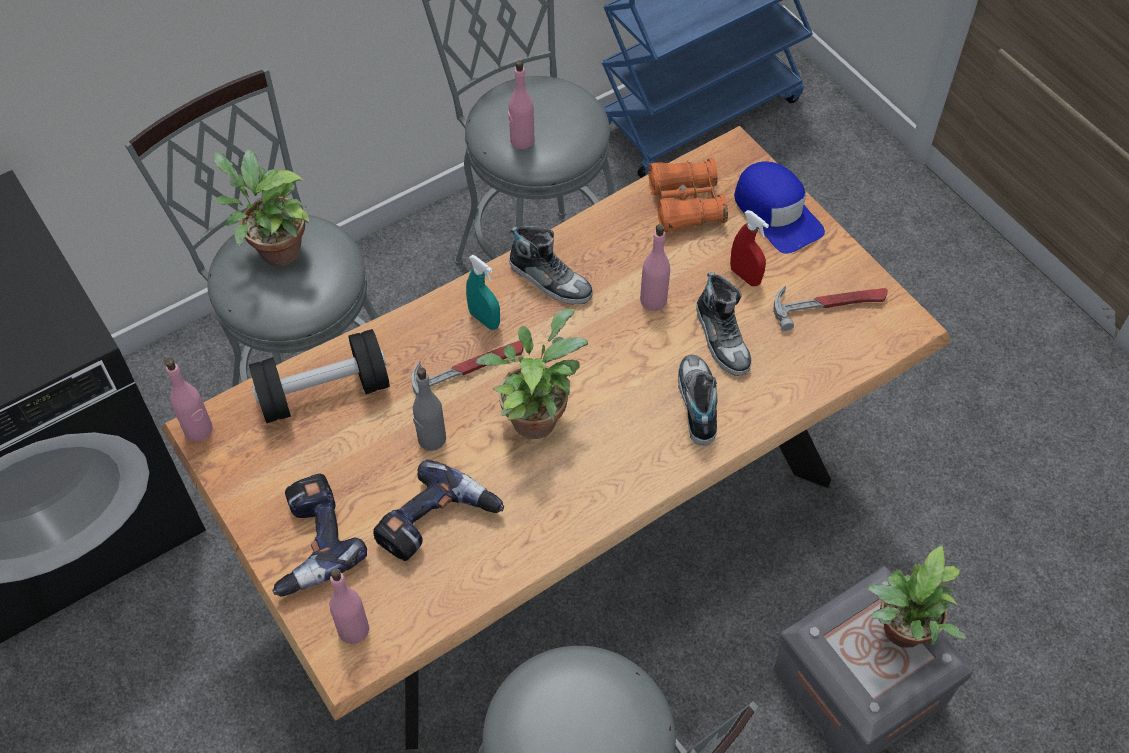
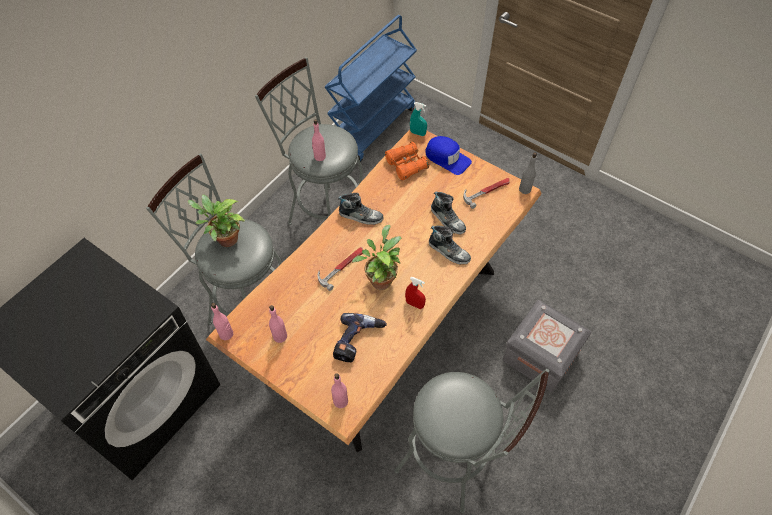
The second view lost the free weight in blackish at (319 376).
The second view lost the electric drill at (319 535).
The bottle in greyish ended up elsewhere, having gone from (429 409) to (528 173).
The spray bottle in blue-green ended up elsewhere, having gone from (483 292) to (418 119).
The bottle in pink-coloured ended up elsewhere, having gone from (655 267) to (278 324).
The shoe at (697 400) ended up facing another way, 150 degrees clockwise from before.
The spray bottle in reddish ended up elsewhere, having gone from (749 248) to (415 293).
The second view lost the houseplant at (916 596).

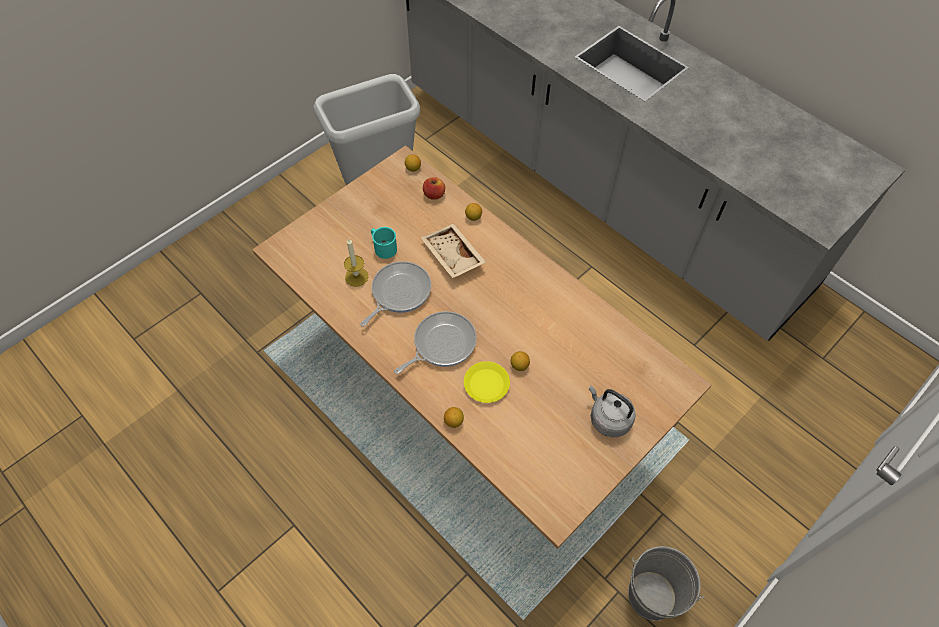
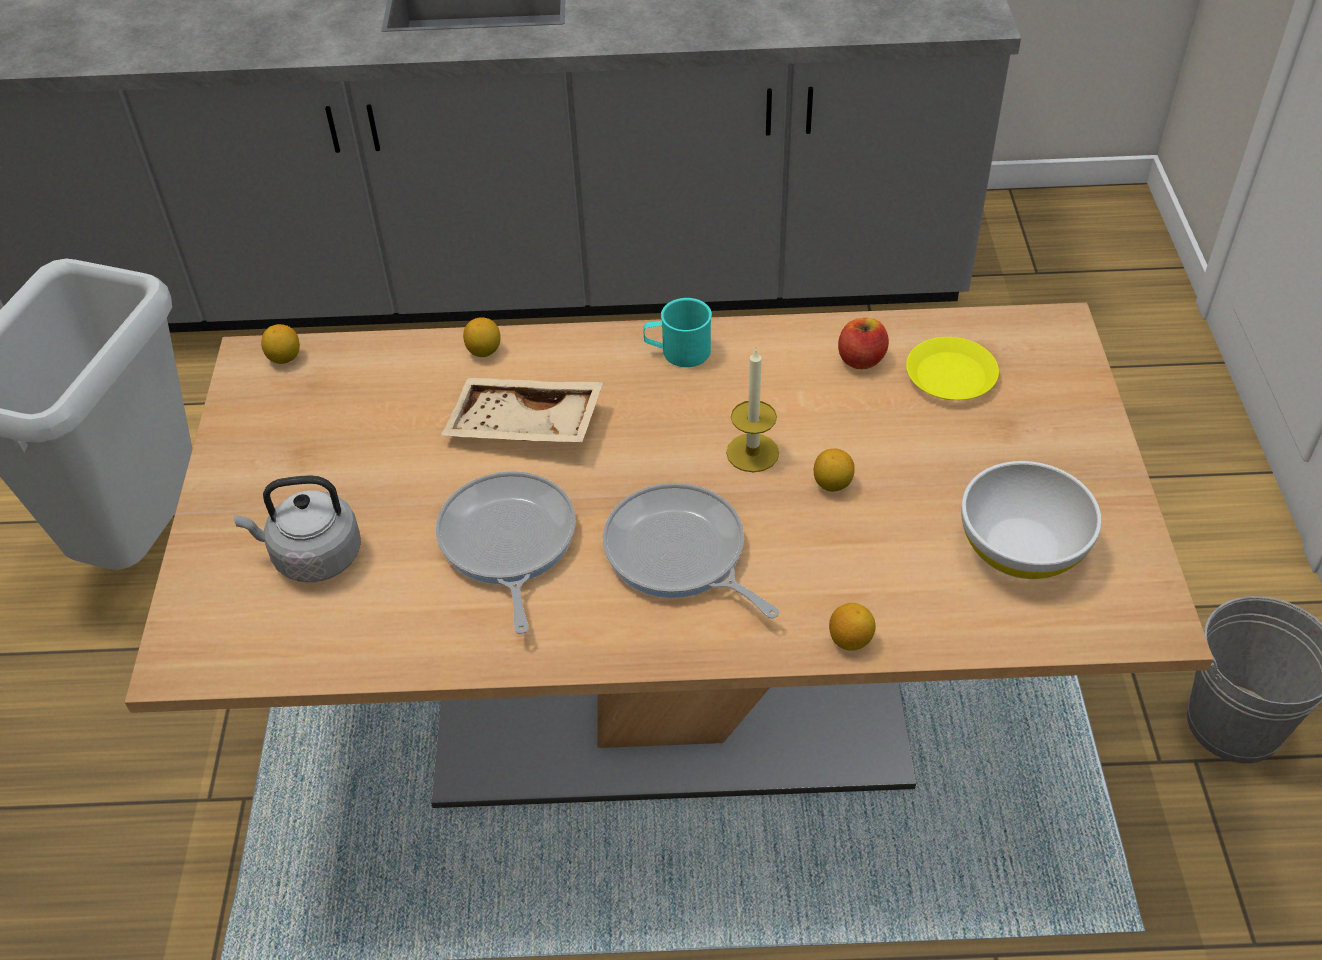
The wax light ended up elsewhere, having gone from (356 263) to (752 410).
The coffee mug in blue-green ended up elsewhere, having gone from (384 243) to (678 332).
The skillet at (435 342) ended up facing another way, 45 degrees counterclockwise from before.
The whole apple ended up elsewhere, having gone from (434 188) to (863 343).
The flat dish in yellow-coloured ended up elsewhere, having gone from (487 382) to (952 368).
The kettle in greyish ended up elsewhere, having gone from (612 411) to (297 529).
The second view gained the bowl in white-coloured at (1031 520).

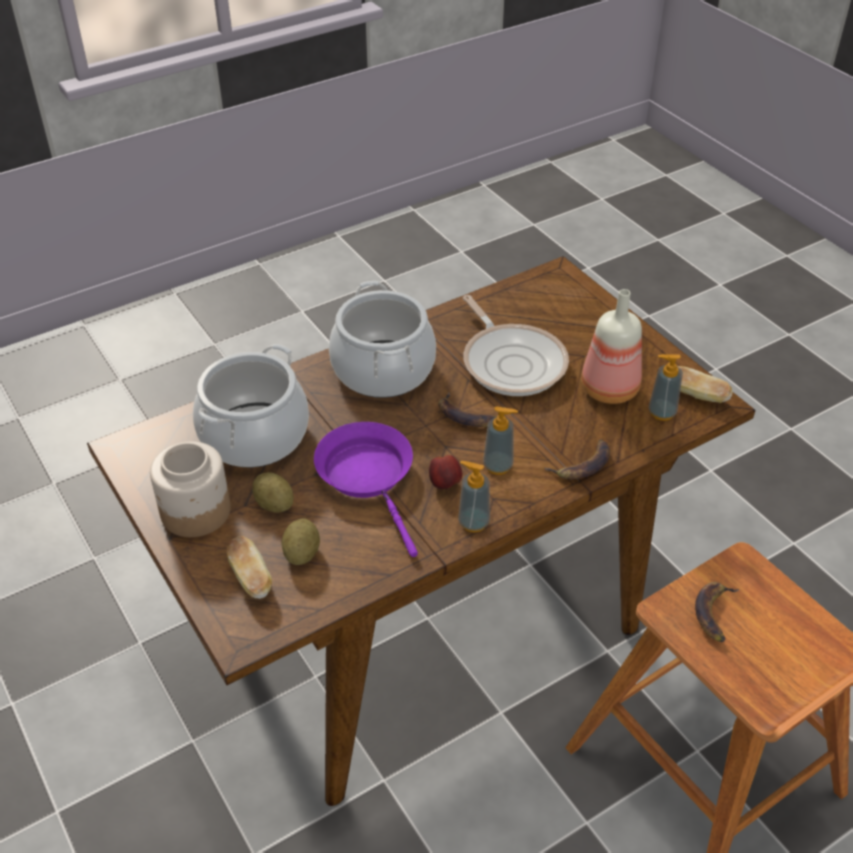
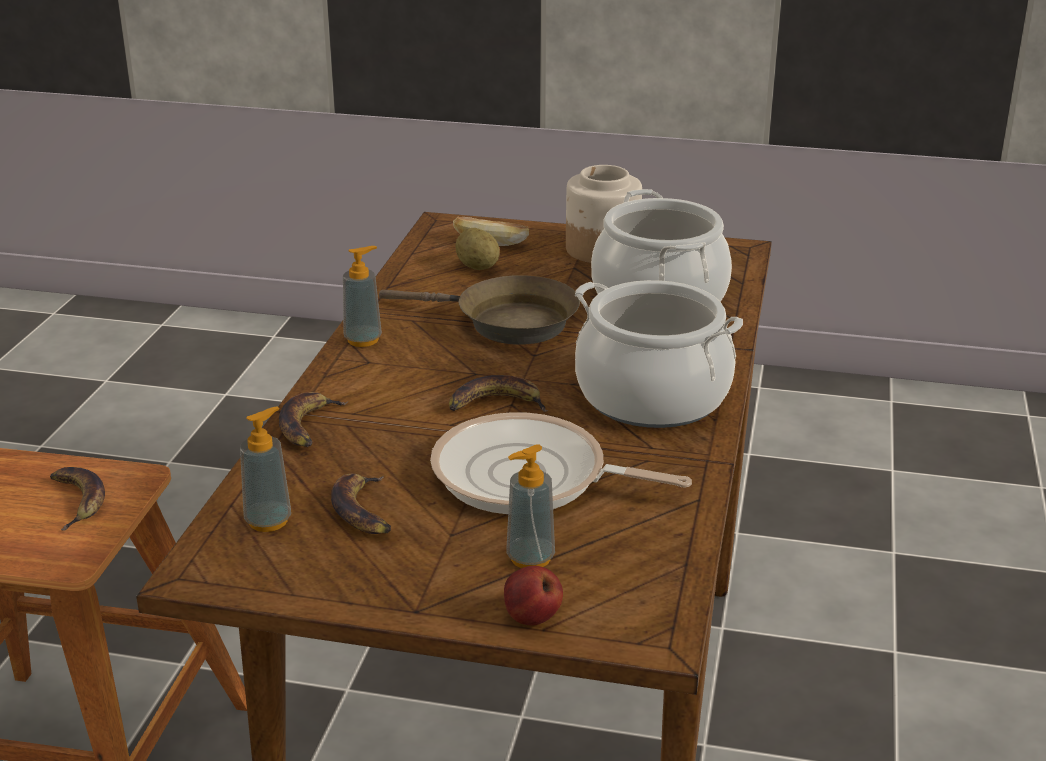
The second view lost the potato at (273 492).
What was the skillet in purplish at (366 489) turned into the skillet in brown-coloured at (479 310).
The whole apple ended up elsewhere, having gone from (445 472) to (533 595).
The soap bottle ended up elsewhere, having gone from (500 440) to (530 506).
Where the bottle stood at (611 346), the banana came to stand at (361 504).
The second view lost the bakery bread at (705 384).

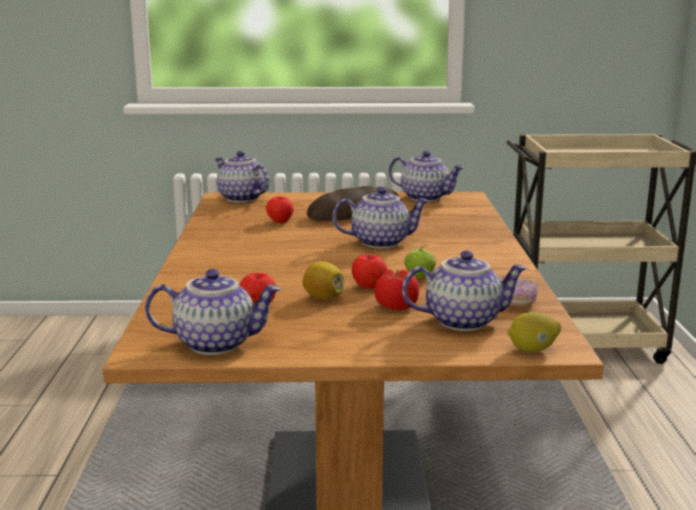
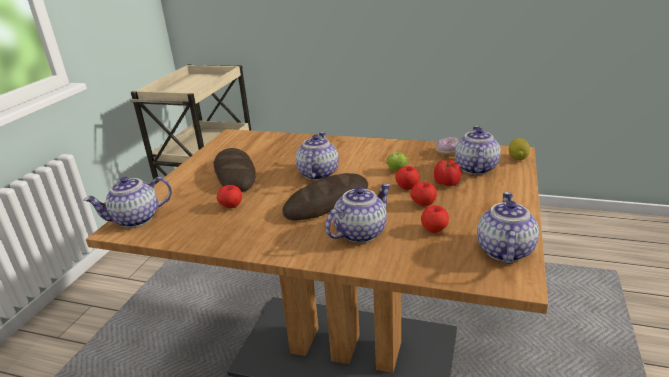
Where the whole lemon stood at (323 280), the whole apple came to stand at (423 194).
The pot for tea ended up elsewhere, having gone from (426 176) to (358 213).
The second view gained the bakery bread at (325 197).

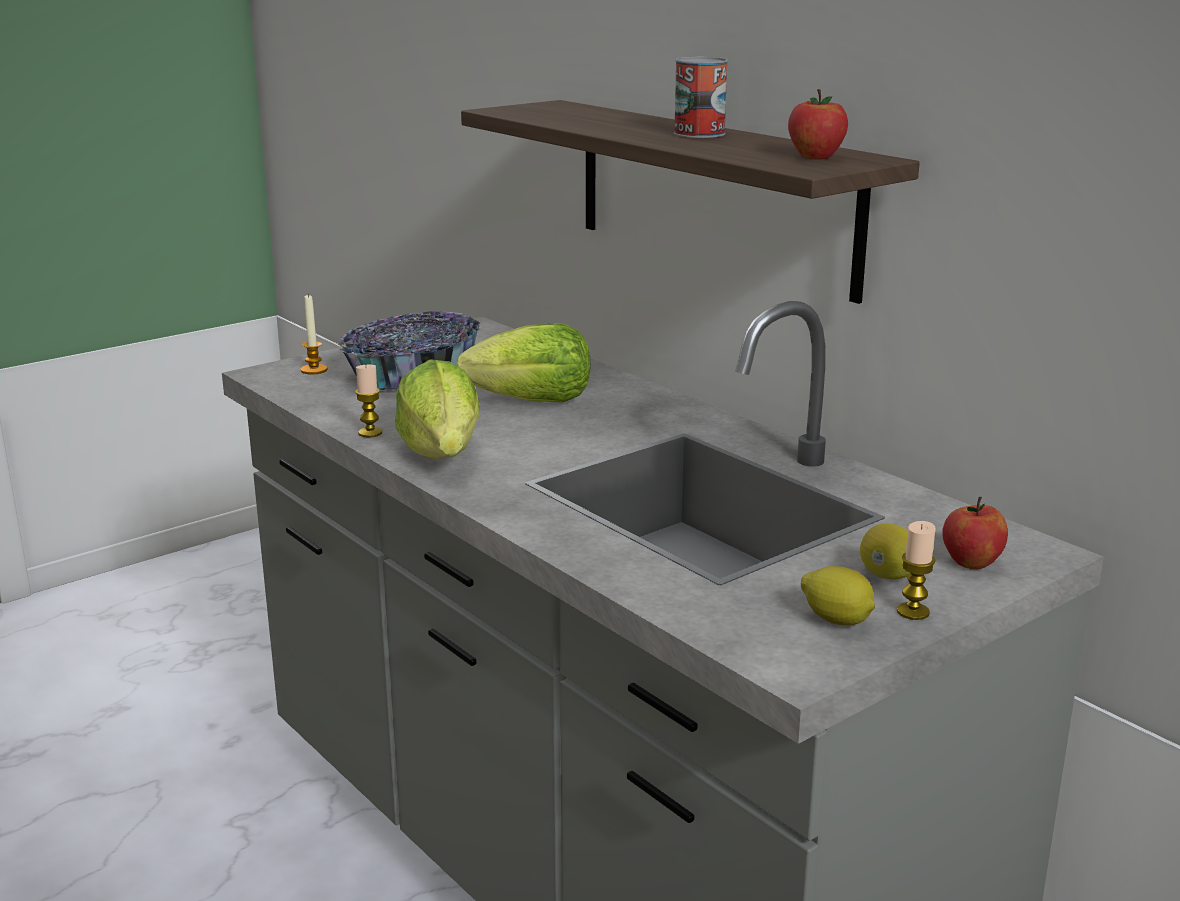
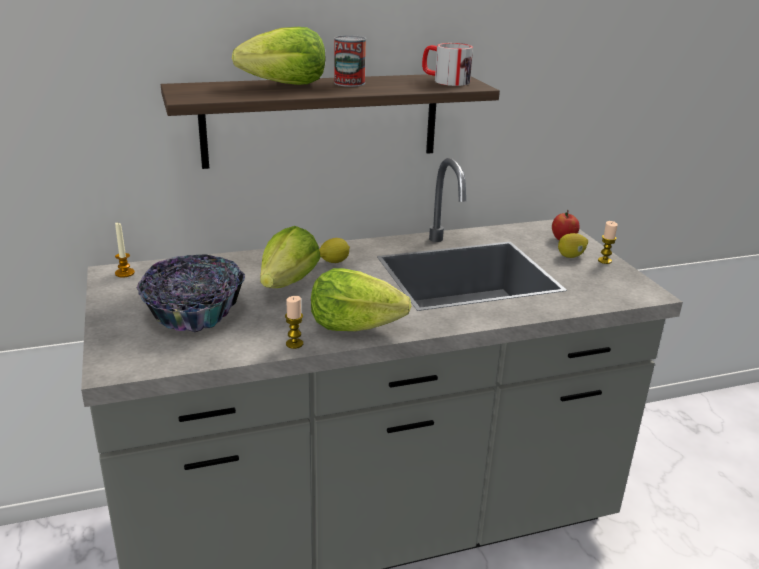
The wax light ended up elsewhere, having gone from (314 335) to (125 250).
Where the whole apple stood at (818 124), the coffee mug came to stand at (447 64).
The whole lemon ended up elsewhere, having gone from (838 595) to (334 250).
The second view gained the head of lettuce at (278 56).

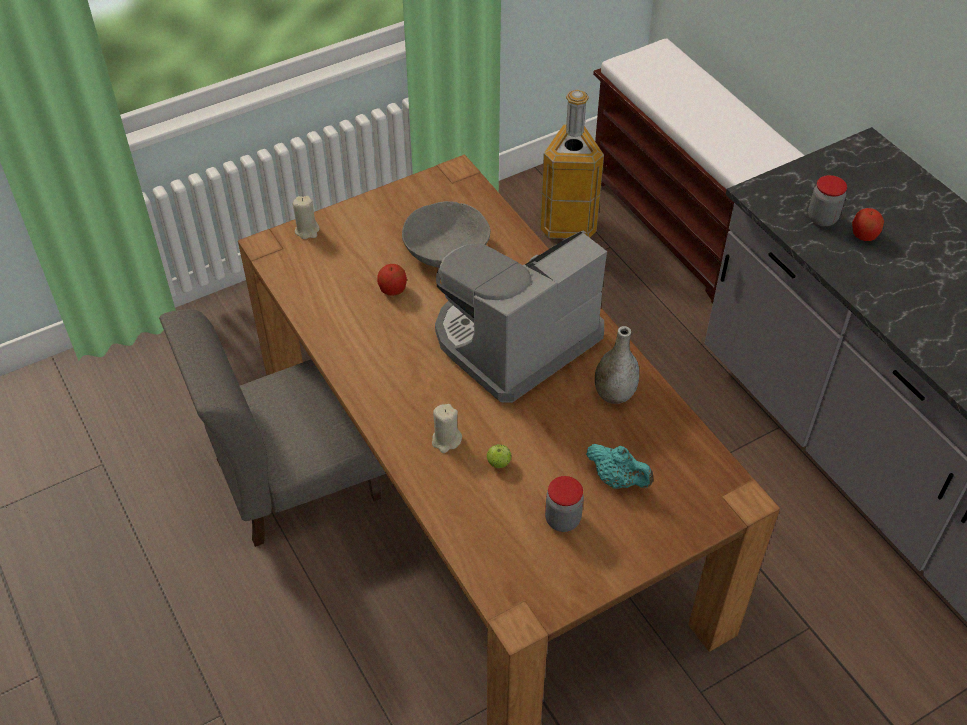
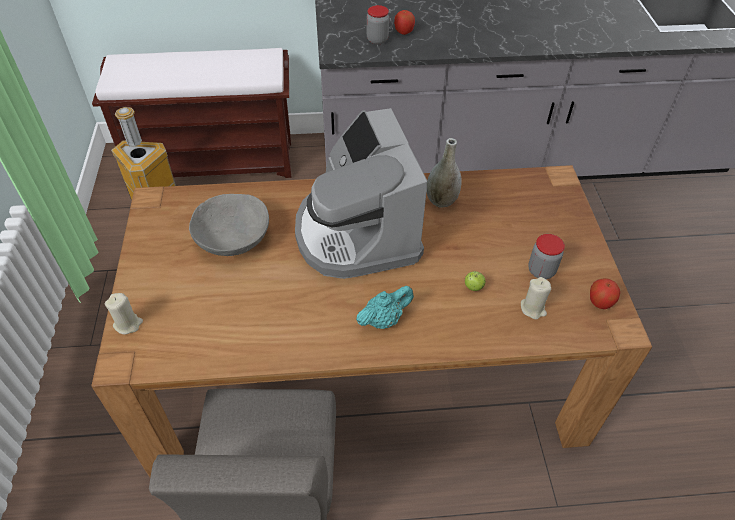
The whole apple ended up elsewhere, having gone from (392 280) to (605 293).
The wax light in beige-coloured ended up elsewhere, having gone from (447 428) to (536 298).
The pot for tea in blue-green ended up elsewhere, having gone from (619 466) to (385 307).

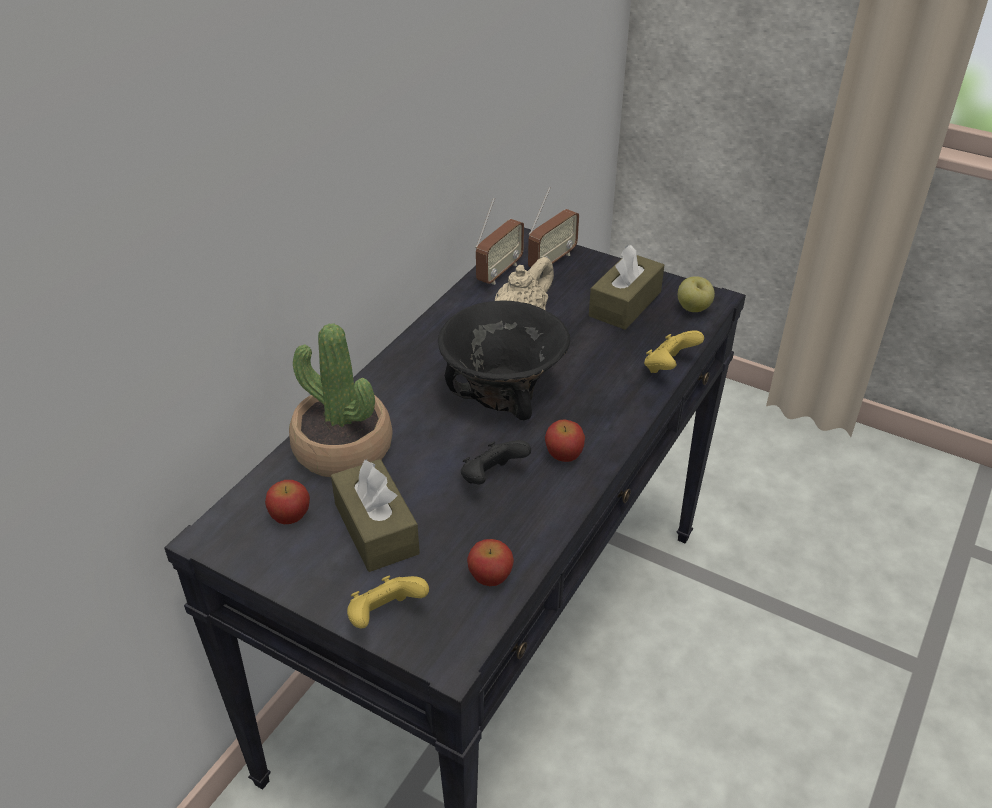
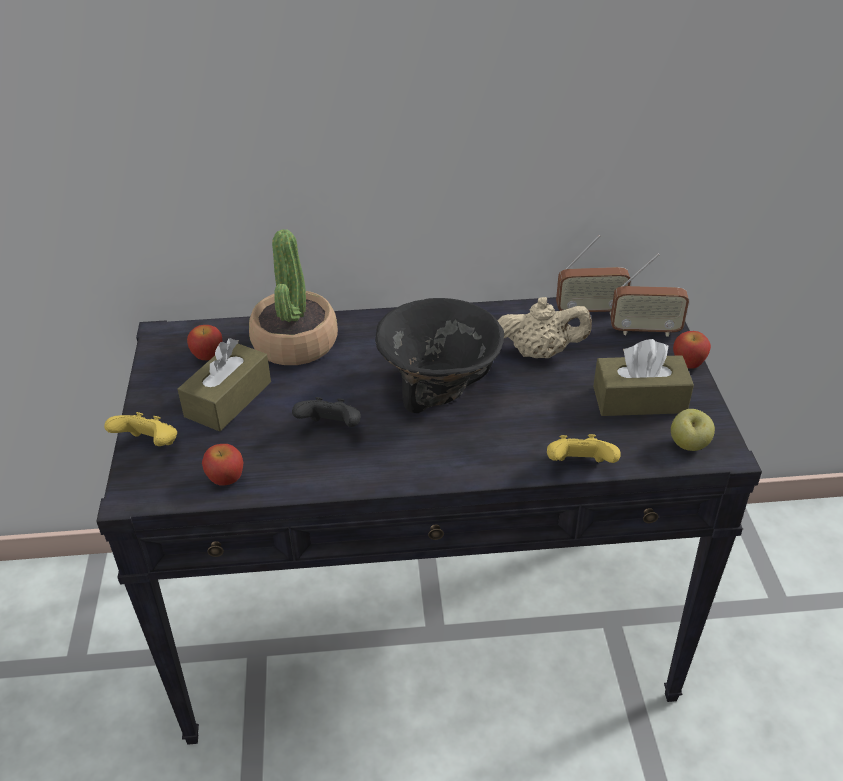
The whole apple ended up elsewhere, having gone from (565 440) to (692 350).

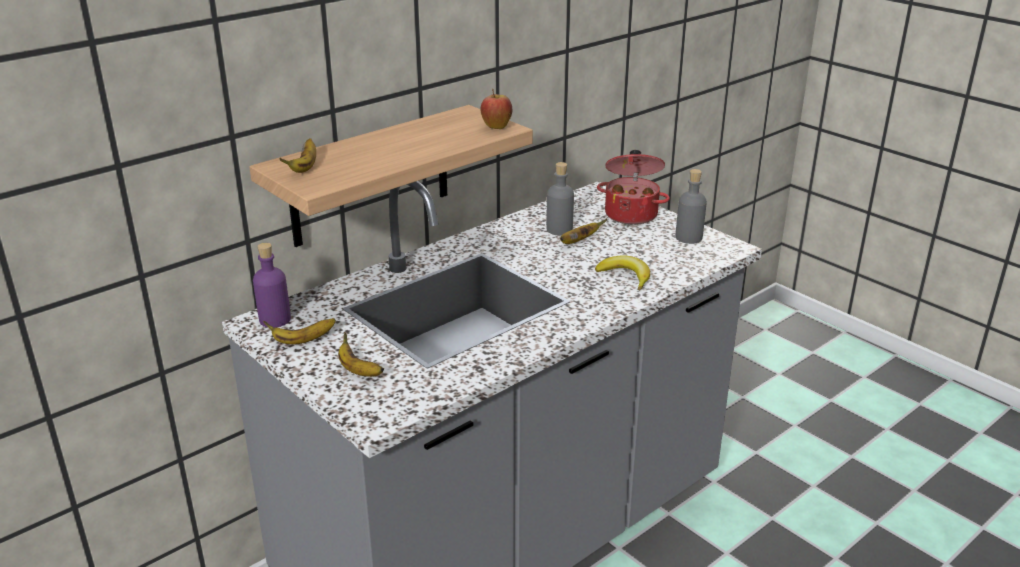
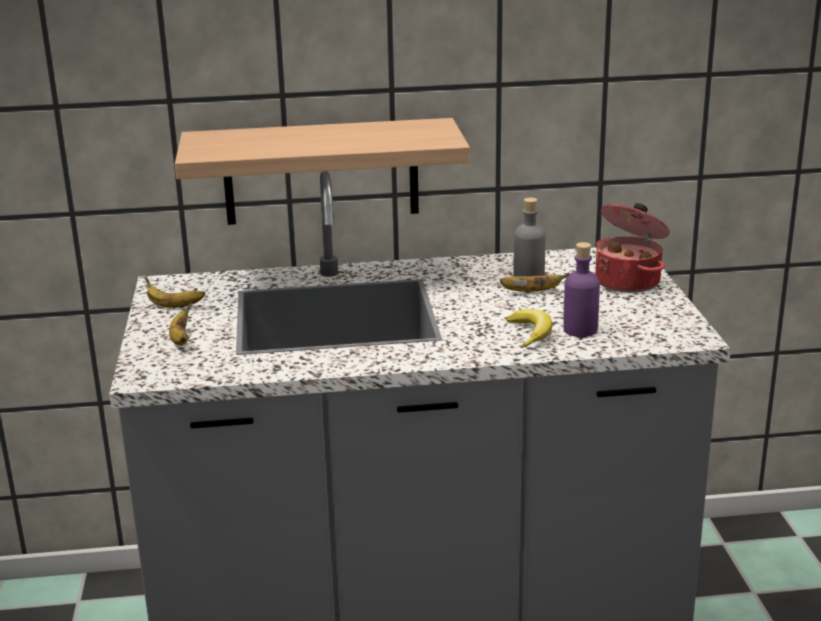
The bottle in purplish ended up elsewhere, having gone from (272 285) to (581 289).
The second view lost the banana at (298 155).
The second view lost the whole apple at (496 109).
The second view lost the bottle in greyish at (691 206).

